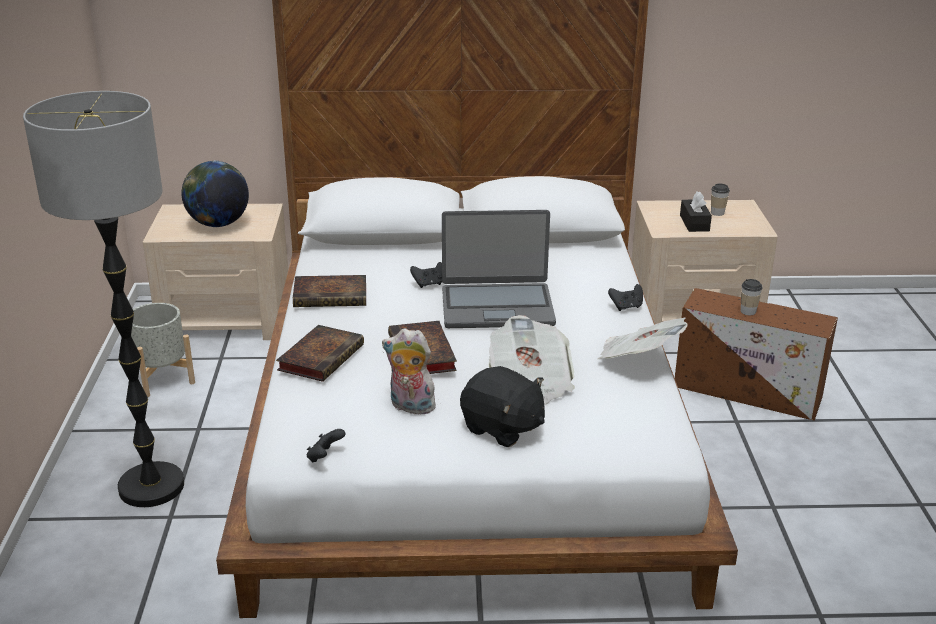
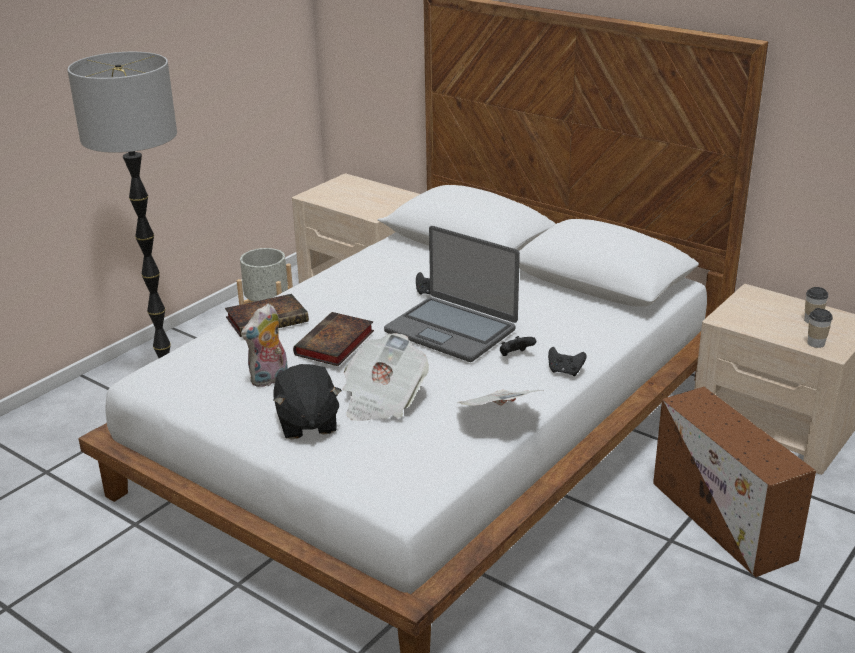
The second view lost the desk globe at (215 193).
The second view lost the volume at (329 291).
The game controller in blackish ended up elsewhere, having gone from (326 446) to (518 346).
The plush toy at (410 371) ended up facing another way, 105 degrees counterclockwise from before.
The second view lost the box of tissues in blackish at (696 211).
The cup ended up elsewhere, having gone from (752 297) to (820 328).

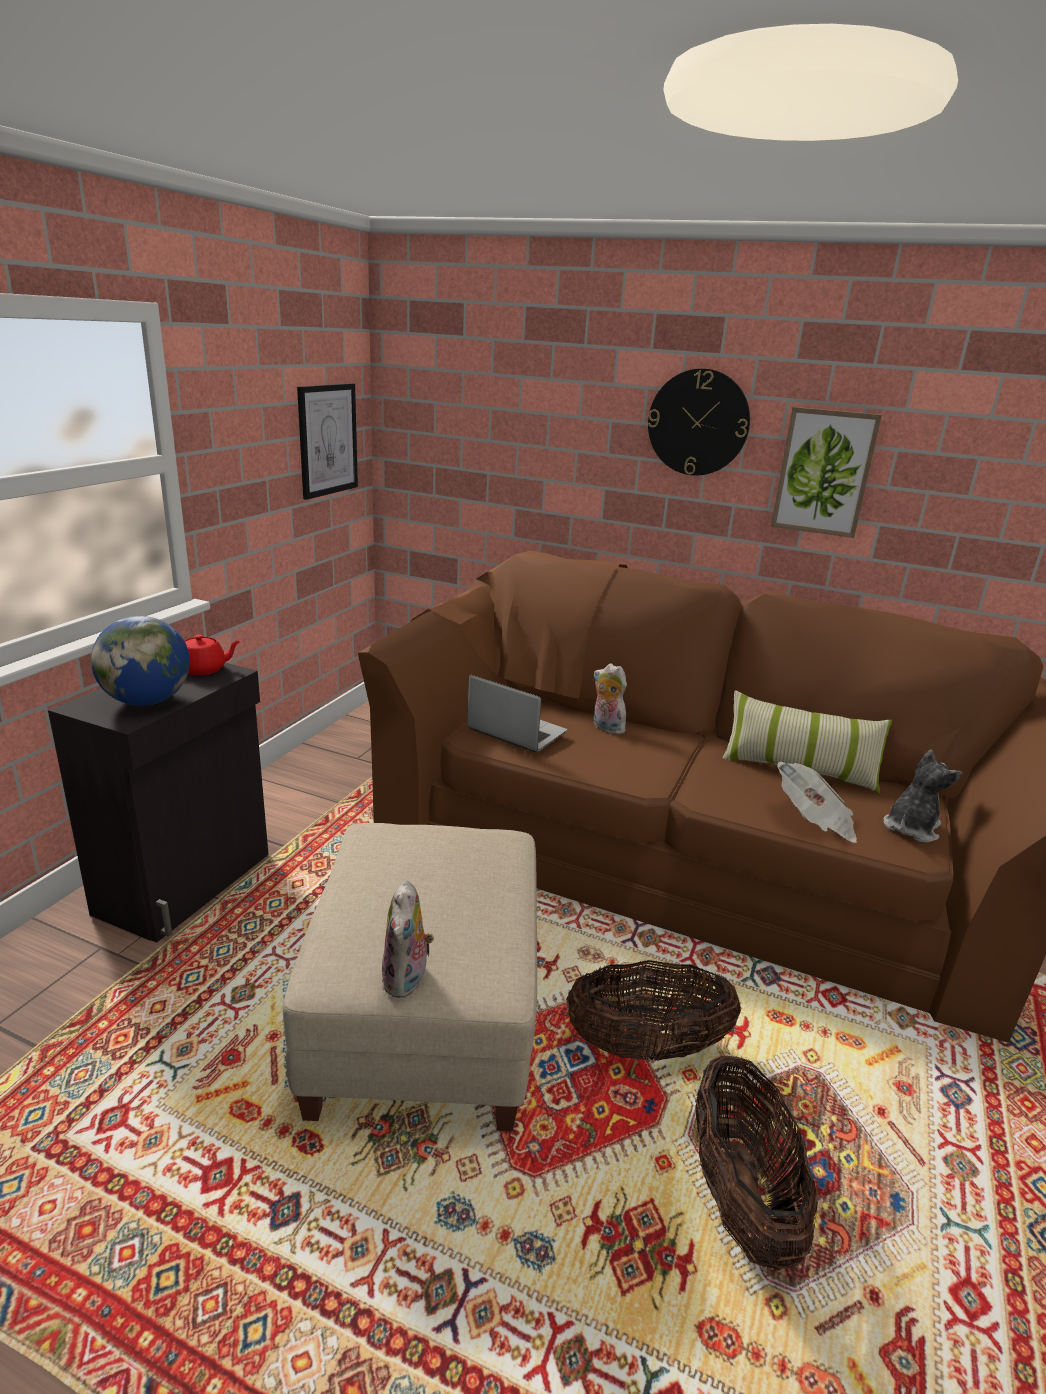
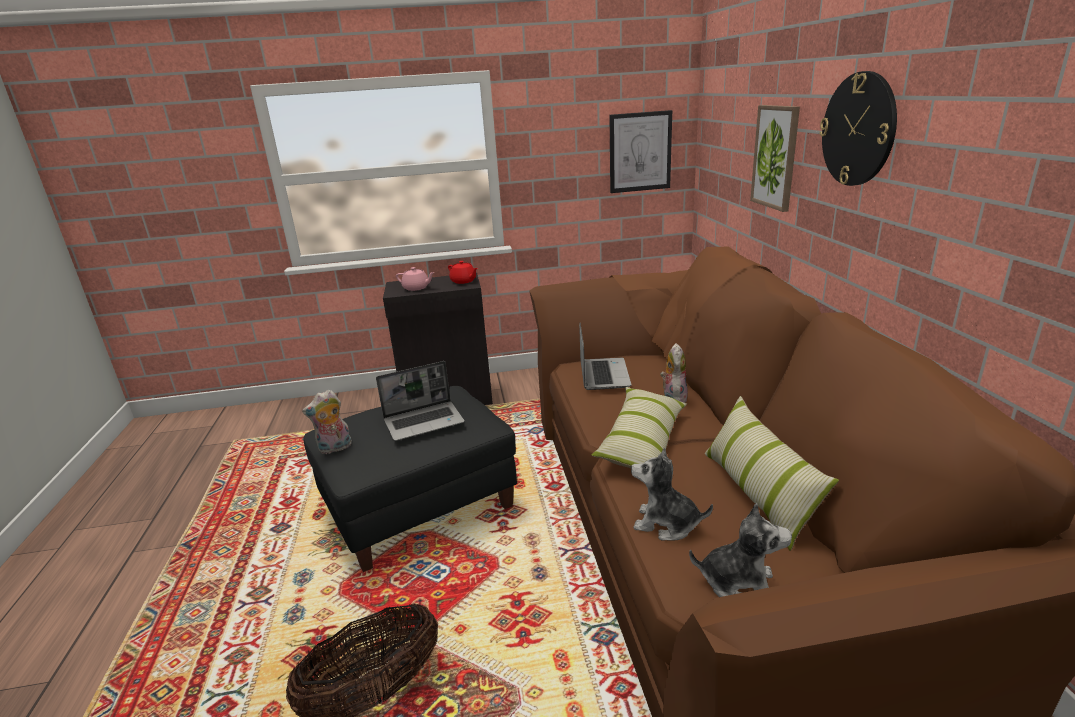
Where the desk globe stood at (140 661), the pot for tea in pink-coloured came to stand at (415 279).
What was the pouffe in beige-coloured at (410 977) turned into the pouffe in blackish at (410 479).
The second view lost the basket at (653 1010).
The picture ended up elsewhere, having gone from (826 472) to (775 158).
Where the newspaper stood at (817 802), the plush toy came to stand at (672 494).
The second view gained the laptop at (420 401).
The second view gained the pillow at (639 427).

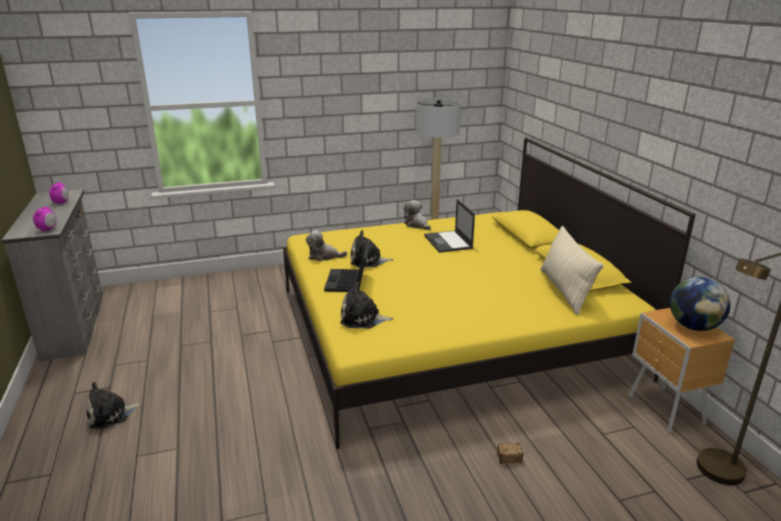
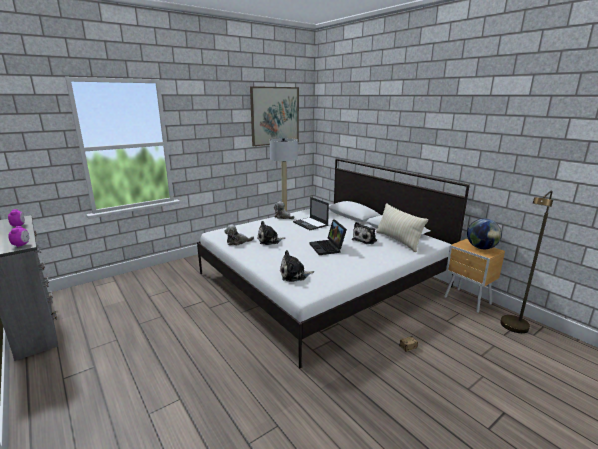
The plush toy ended up elsewhere, having gone from (114 406) to (364 233).
What was the sleeping bed in yellow-coloured at (489 293) turned into the sleeping bed in white-coloured at (333 263).
The laptop ended up elsewhere, having gone from (347 266) to (328 237).
The second view gained the picture at (274 116).

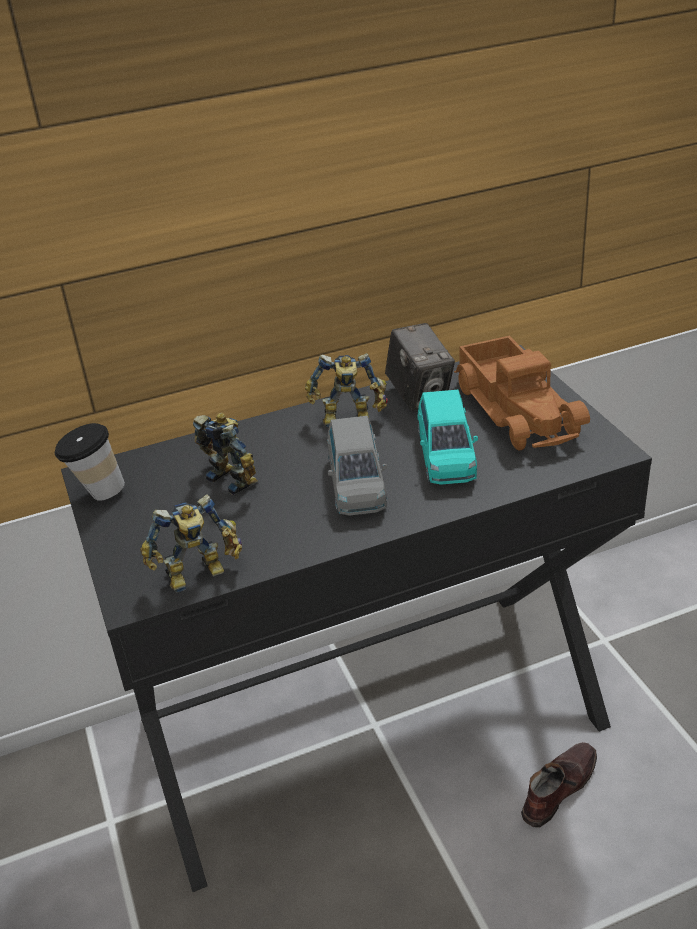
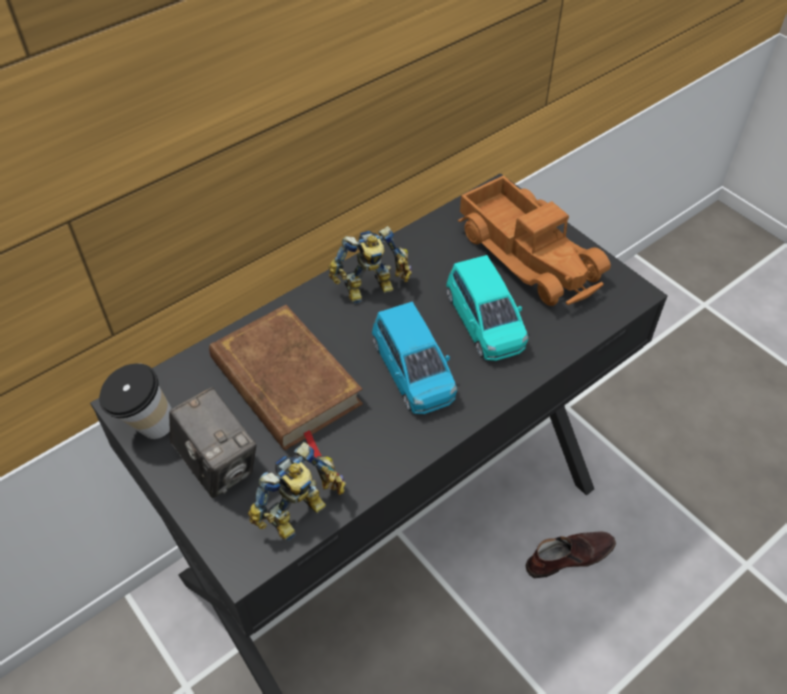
Where the model robot stood at (226 454), the volume in brown-coloured came to stand at (286 381).
What was the miniature car in greyish at (357 466) turned into the miniature car in bluish at (414 357).
The still camera ended up elsewhere, having gone from (420 367) to (212 442).
The shoe in brown-coloured at (559 785) ended up facing another way, 45 degrees clockwise from before.

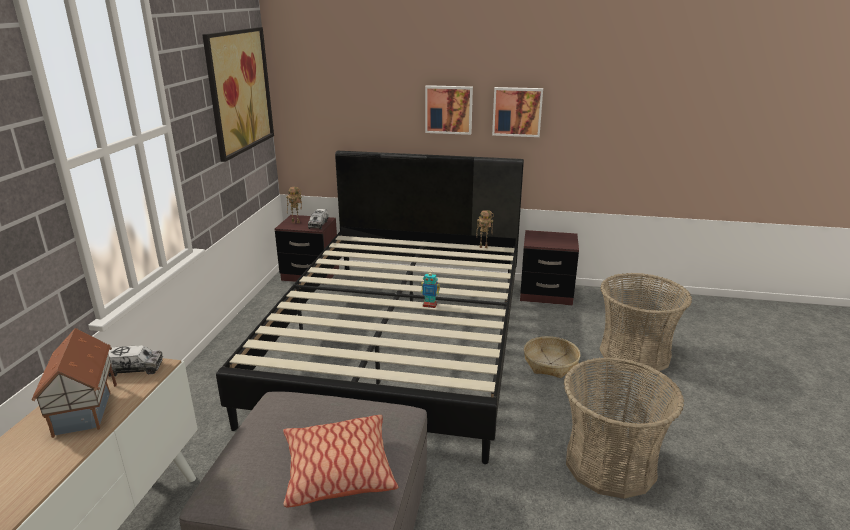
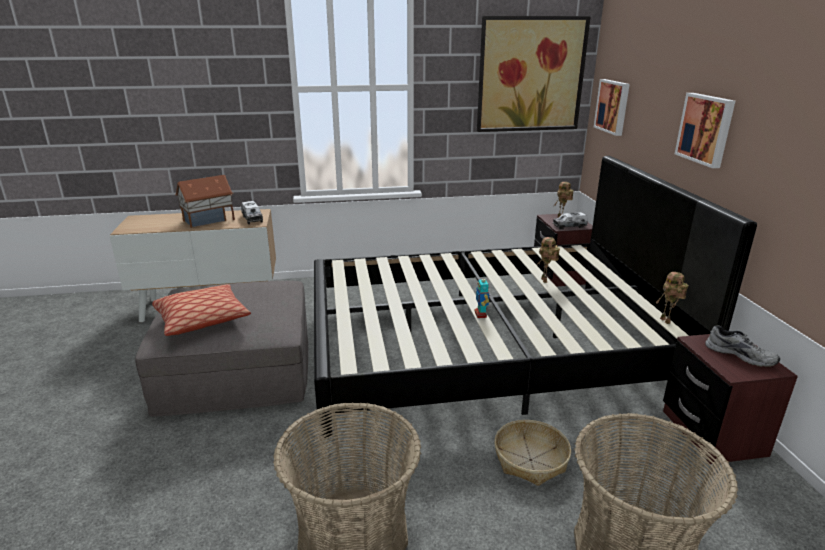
The picture ended up elsewhere, having gone from (517 112) to (612 107).
The second view gained the model robot at (548 260).
The second view gained the shoe in greyish at (742 346).

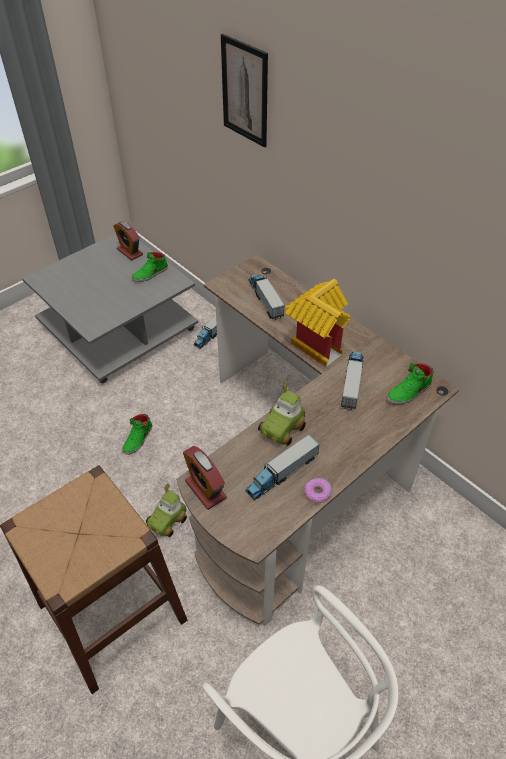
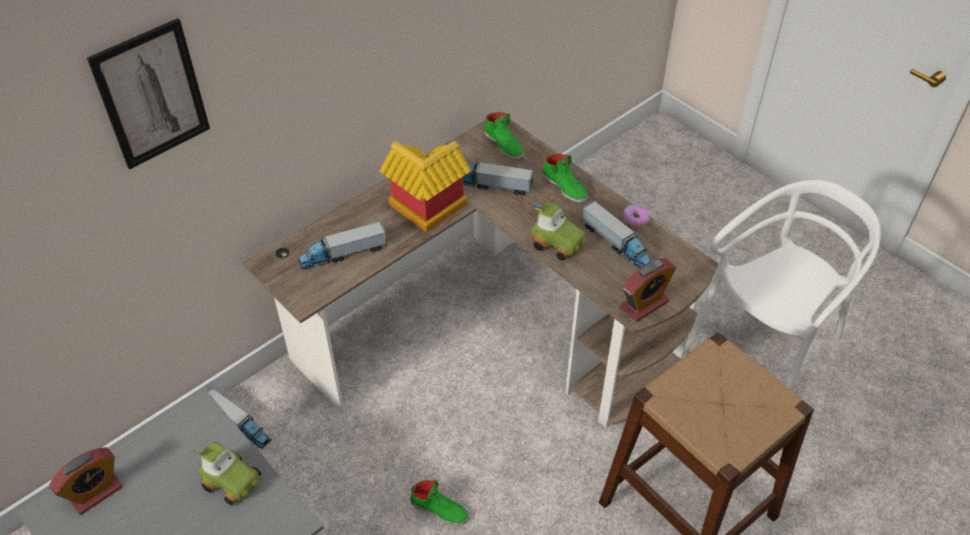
The shoe in green-coloured ended up elsewhere, having gone from (150 267) to (565 178).
The miniature car ended up elsewhere, having gone from (166 510) to (227 473).

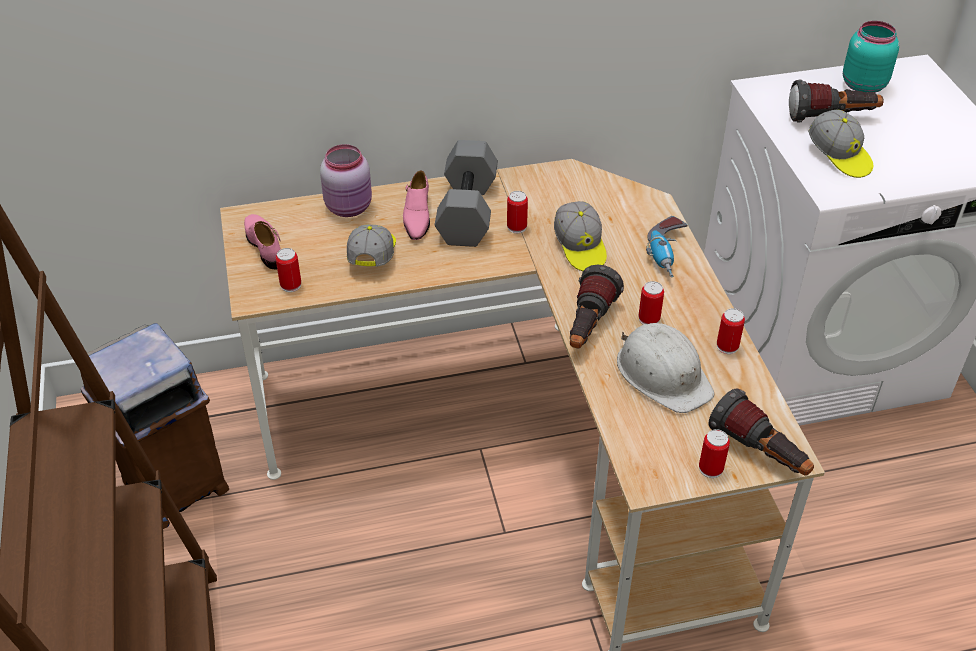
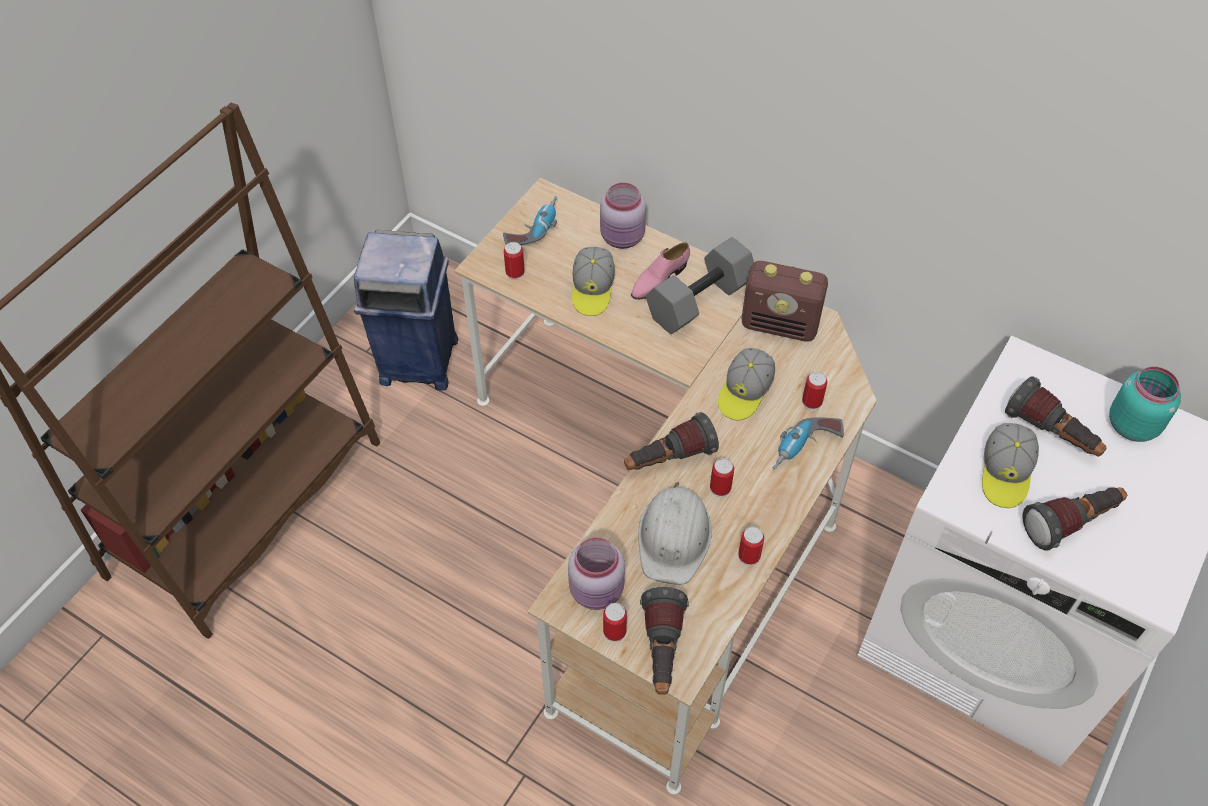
What was the trash can in brown-coloured at (154 426) turned into the trash can in bluish at (406 310).
Where the shoe in pink-coloured stood at (262 241), the electric drill came to stand at (530 220).
The baseball cap at (371 245) ended up facing another way, 135 degrees clockwise from before.
The metal can ended up elsewhere, having gone from (517 212) to (814 390).
The second view gained the jar in pink-coloured at (596 573).
The second view gained the radio receiver at (785 301).
The second view gained the torch at (1075 519).

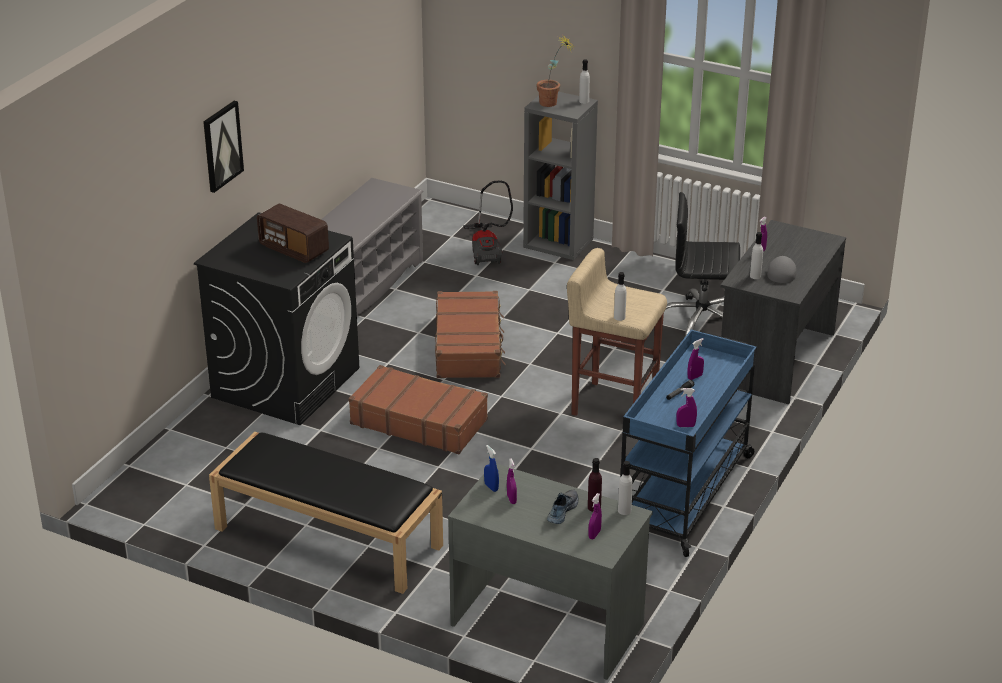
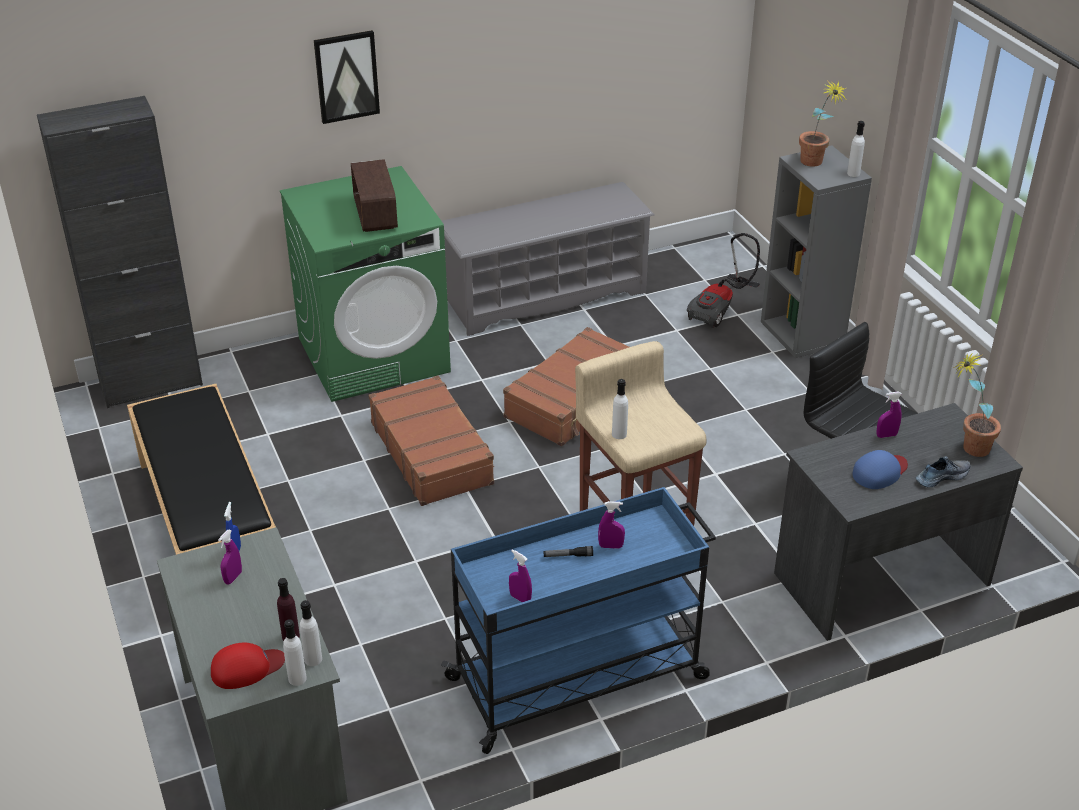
What was the laundry appliance in blackish at (276 318) turned into the laundry appliance in green-coloured at (365 284).
The shoe ended up elsewhere, having gone from (562 506) to (943 471).
Where the spray bottle in purplish stood at (595 516), the baseball cap in reddish came to stand at (248 665).
The bottle in white-coloured ended up elsewhere, having gone from (756 255) to (295 652).
What was the baseball cap in greyish at (782 269) turned into the baseball cap in bluish at (880 469).
The second view gained the cabinet in blackish at (120 252).
The second view gained the houseplant at (977 405).

